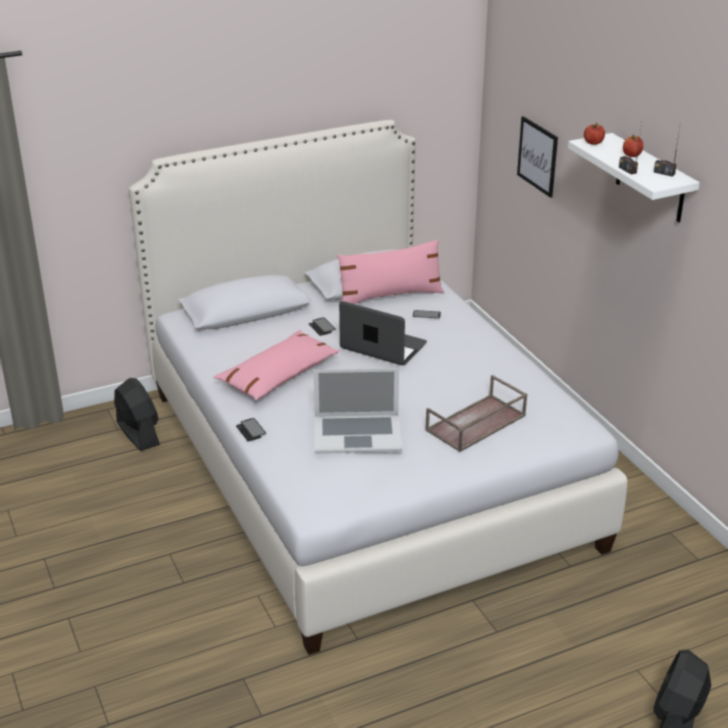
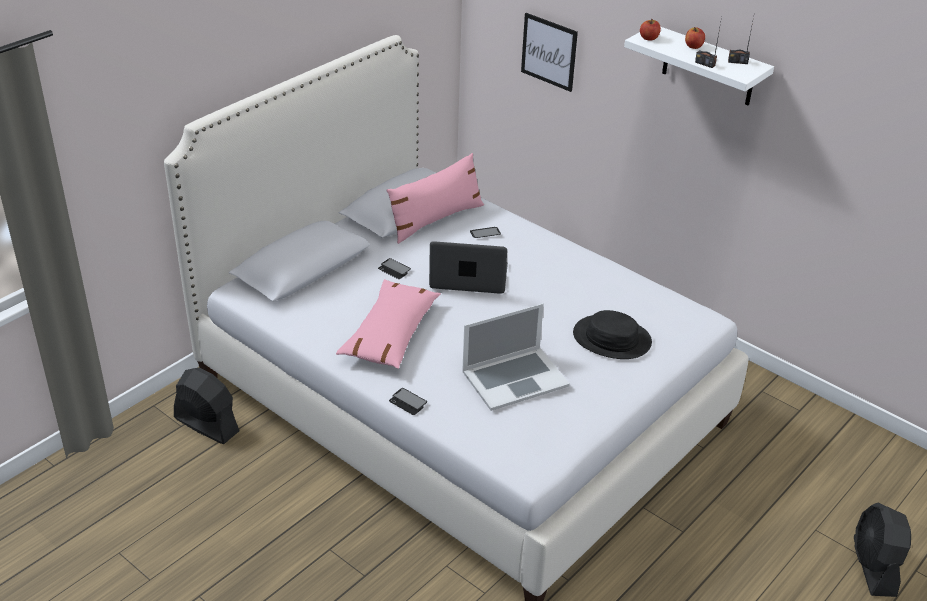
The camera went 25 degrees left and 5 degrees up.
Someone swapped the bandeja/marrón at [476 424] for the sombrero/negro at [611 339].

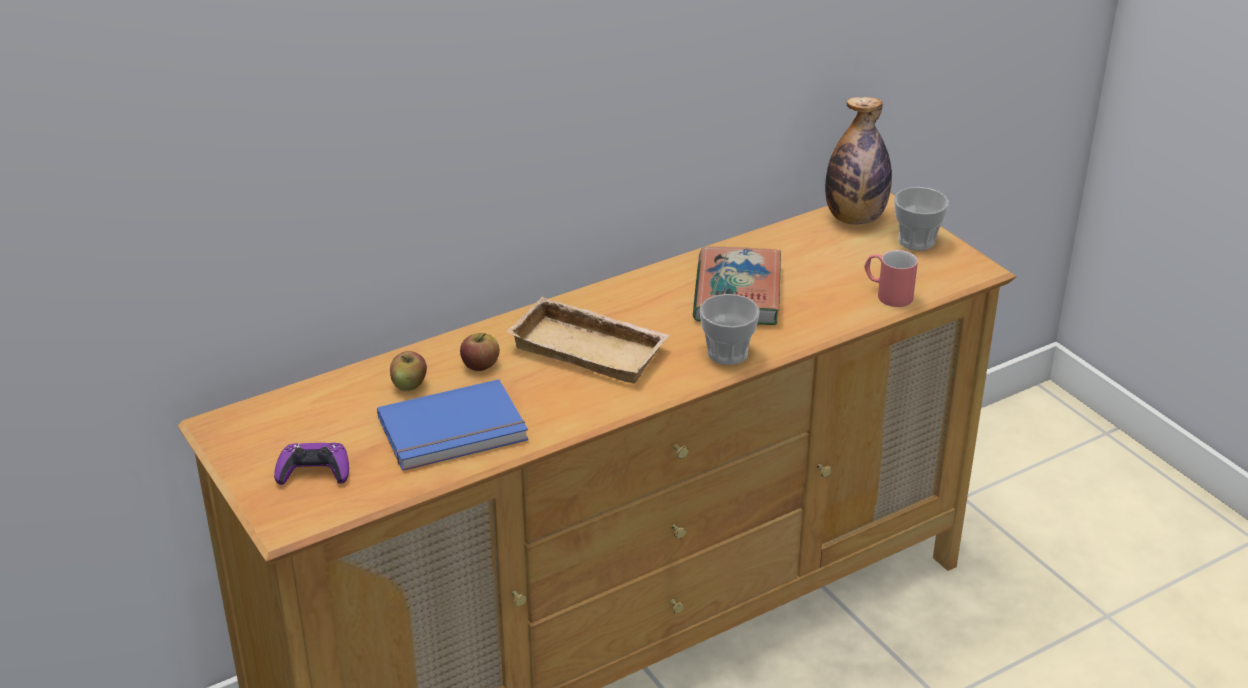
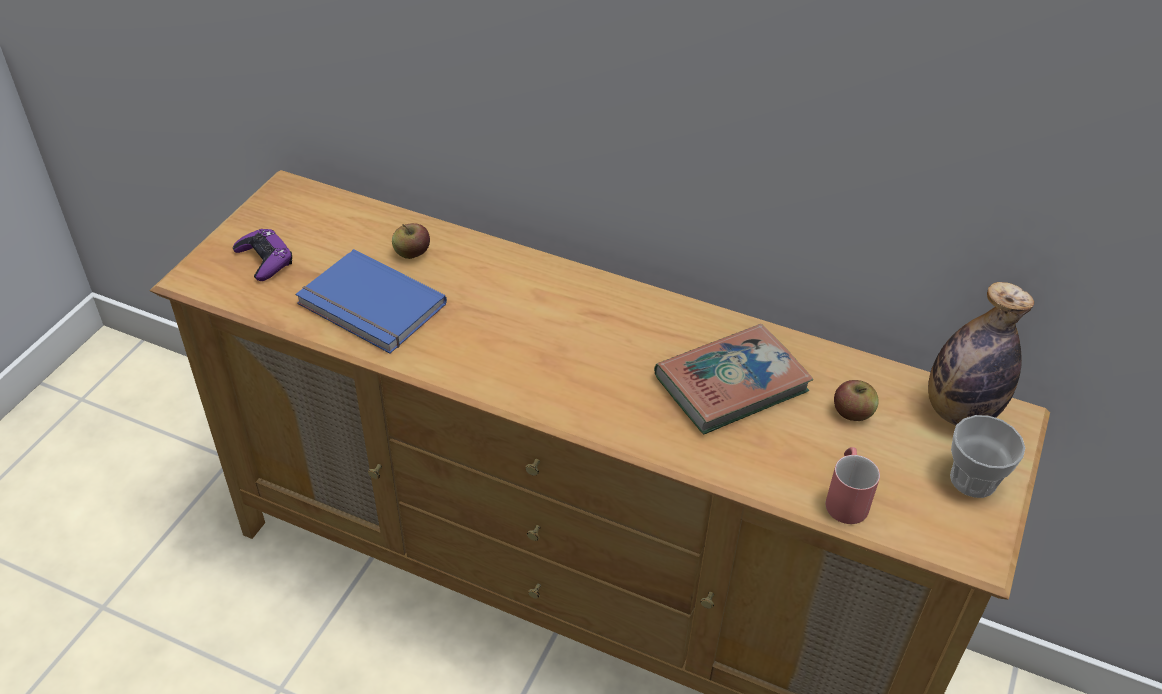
The camera went 55 degrees right and 10 degrees up.
Someone took away the bandeja/beis at [592 348].
Someone took away the taza at [727 353].
Someone carried the manzana from [480 365] to [852 412].

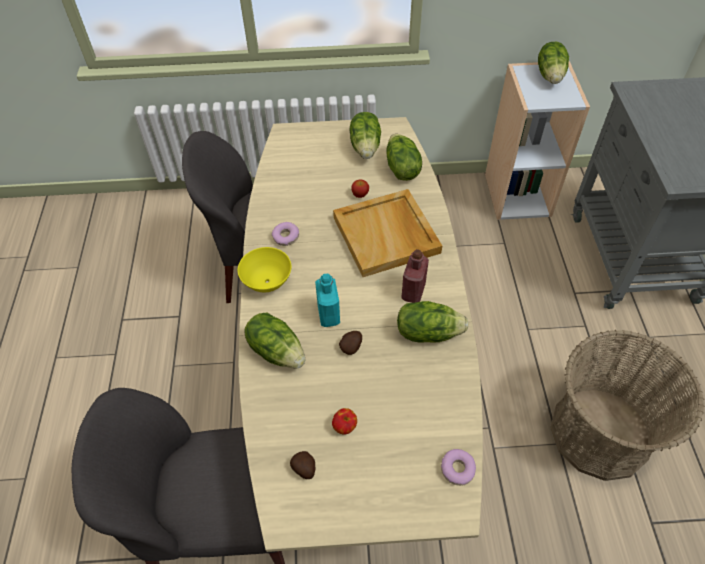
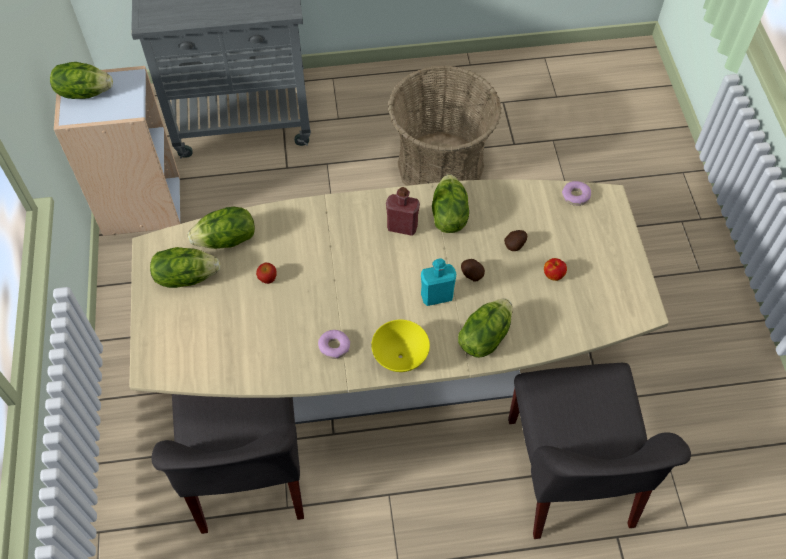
The camera went 95 degrees left and 5 degrees up.
Someone took away the bandeja/beis at [387 235].
Someone carried the patata from [304 469] to [515 245].

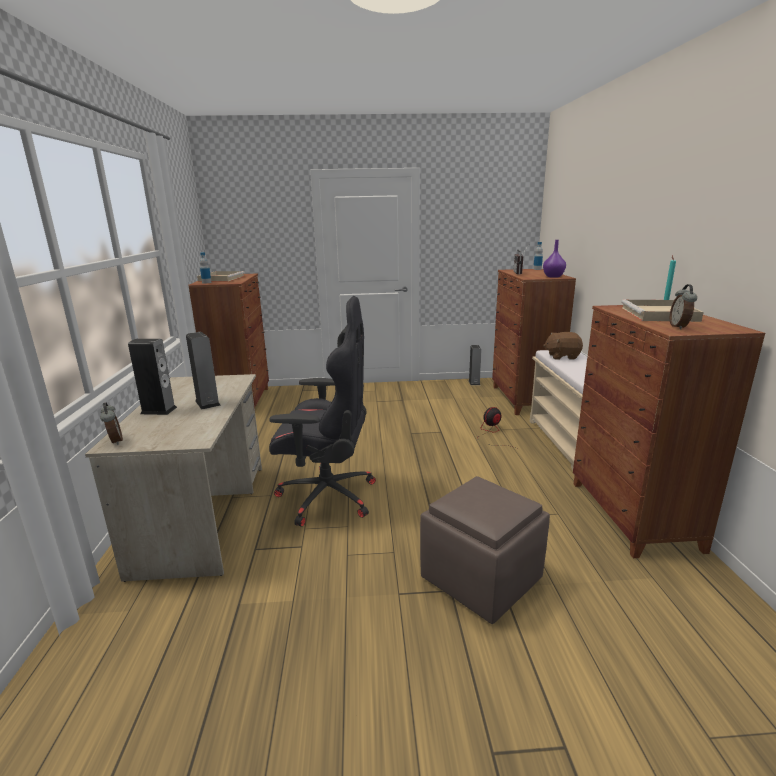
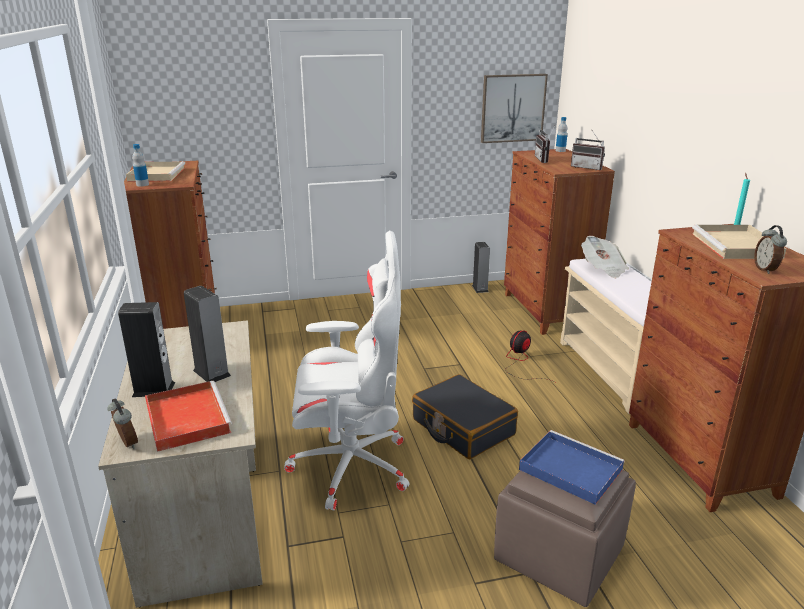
The camera went 10 degrees left and 5 degrees up.
Someone put down the bandeja/rojo at [186 417].
Someone put down the maleta/negro at [462 427].
Someone put up the cuadro at [512 108].
Someone put down the bandeja/azul at [568 469].
Someone swapped the florero/morado at [553 276] for the radio at [587 167].
Someone swapped the peluche/marrón at [562 356] for the periódico at [603 269].
Someone repainted the silla de oficina/negro at [326 497], which became the silla de oficina/blanco at [349 467].

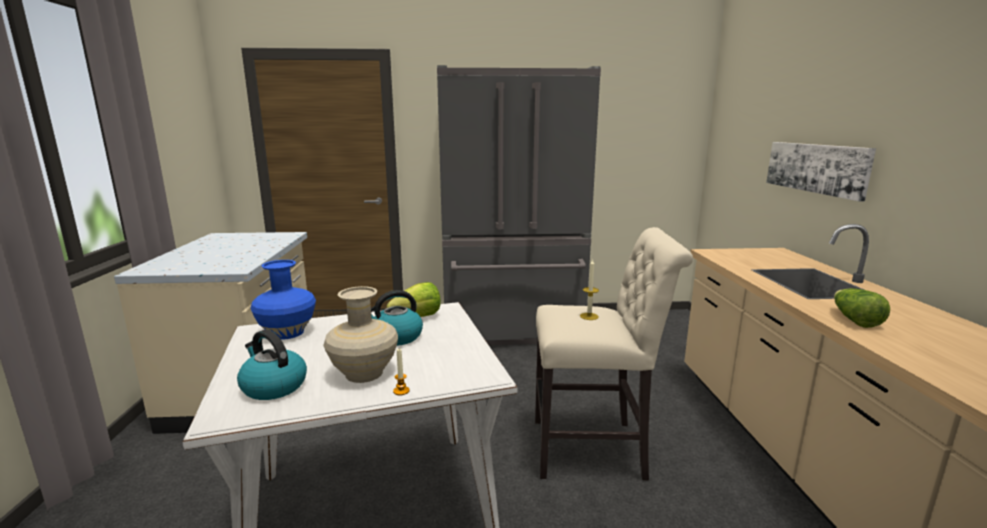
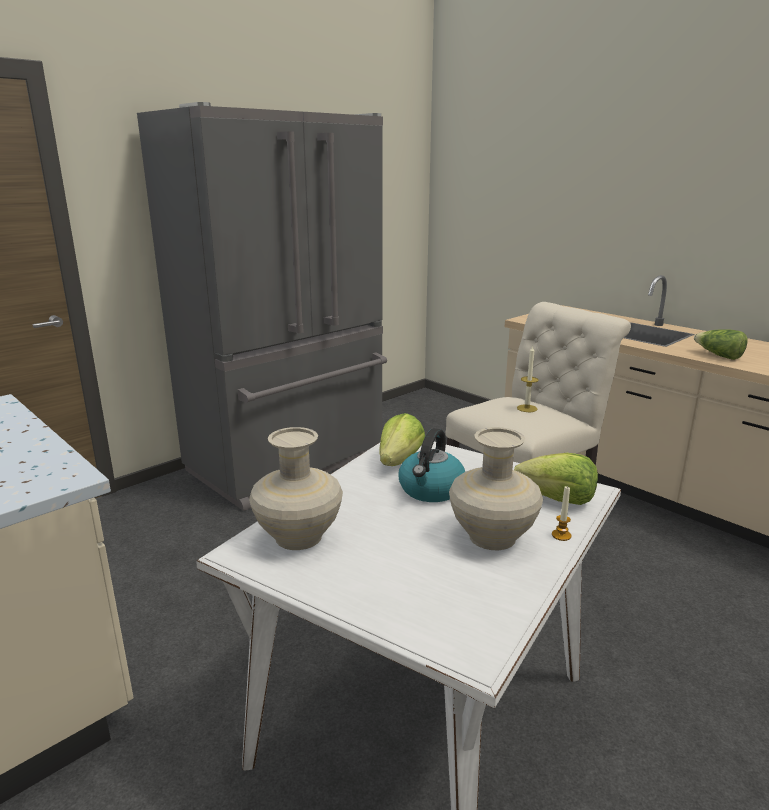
The camera went 40 degrees left and 5 degrees up.
Someone took away the hervidor at [273 386].
Someone took away the cuadro at [816 168].
Someone put down the lechuga at [557 499].
Someone repainted the florero/azul at [288 332], which became the florero/beis at [298 536].

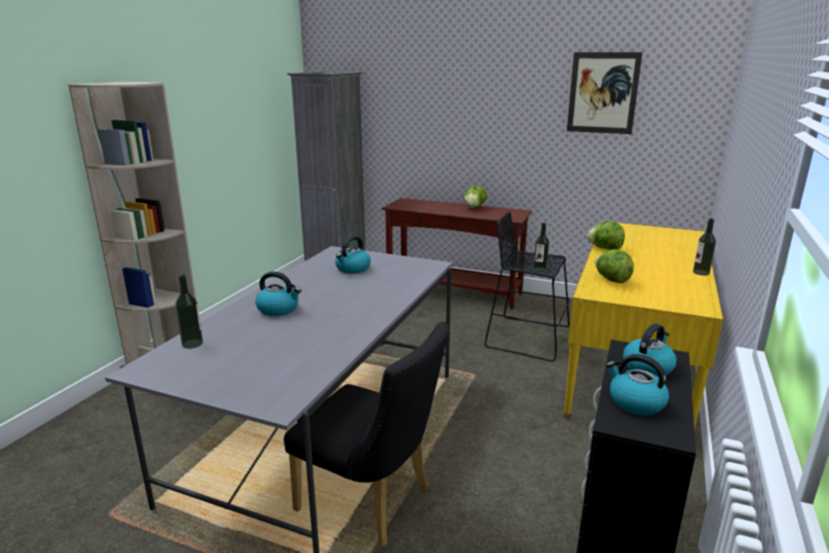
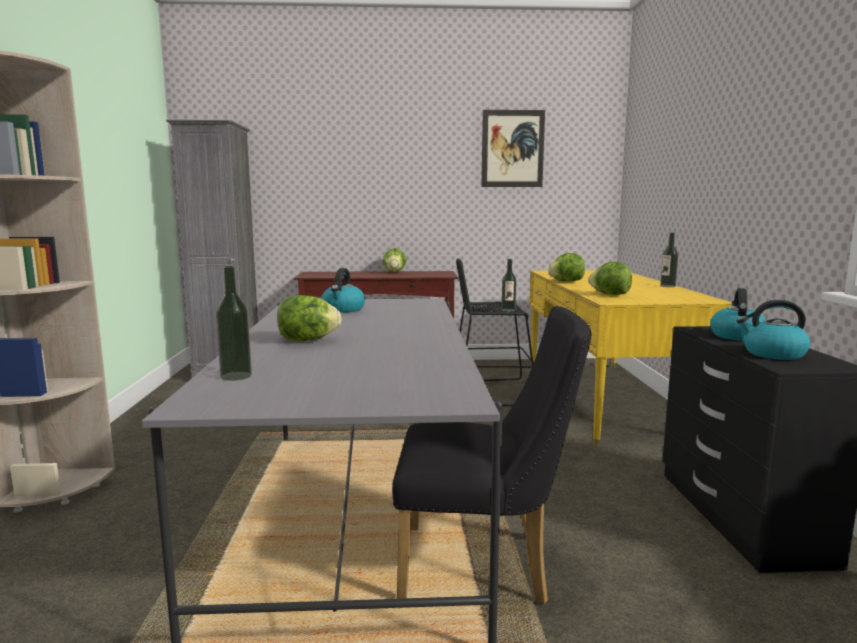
The camera went 25 degrees left and 10 degrees down.
Someone swapped the hervidor at [279 309] for the lechuga at [307 340].

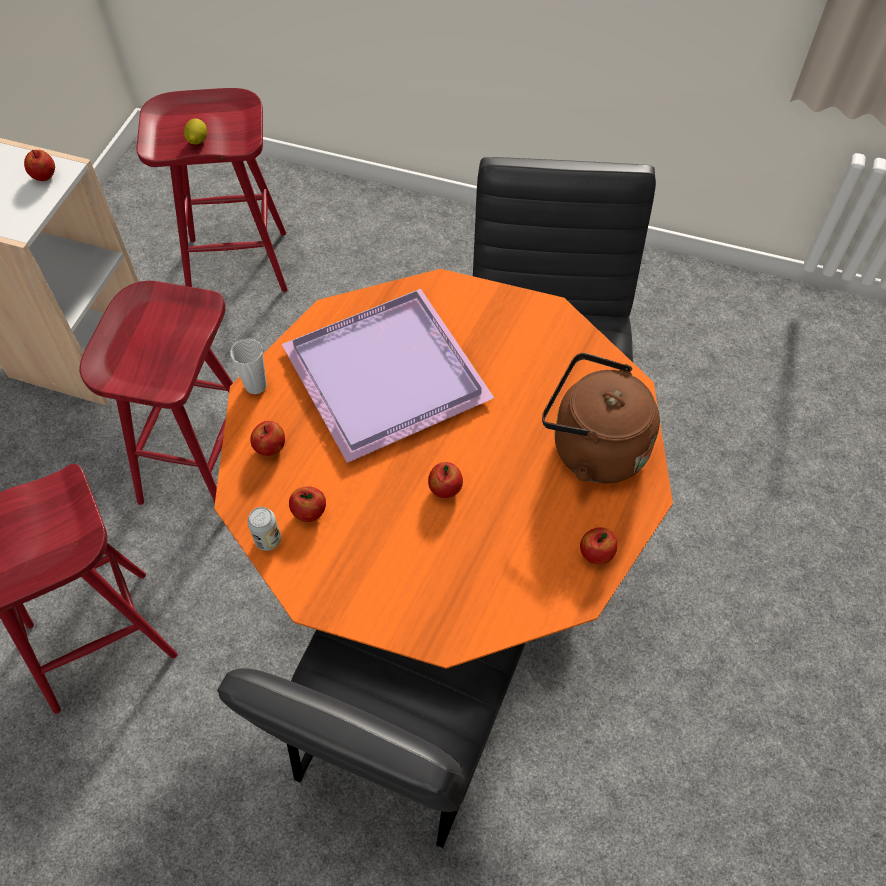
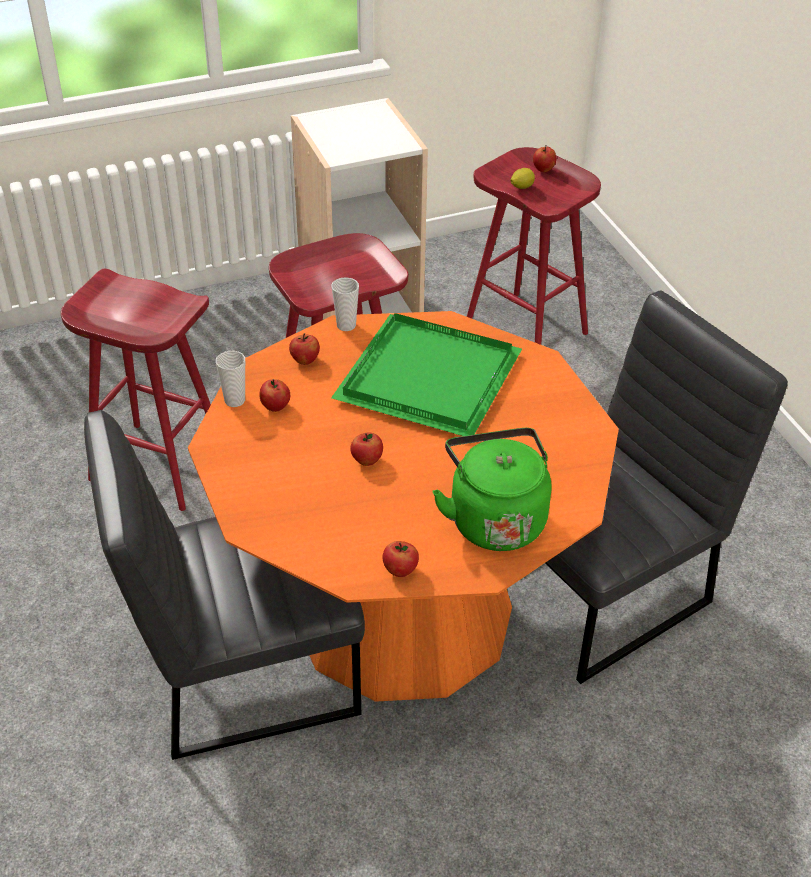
The camera went 50 degrees right and 15 degrees down.
Someone carried the manzana from [44 176] to [543 169].
Someone swapped the lata at [268 540] for the taza at [234 400].
Someone repainted the bandeja/morado at [390 376], which became the bandeja/verde at [430 380].
Someone repainted the hervidor/marrón at [592 447], which became the hervidor/verde at [494 518].

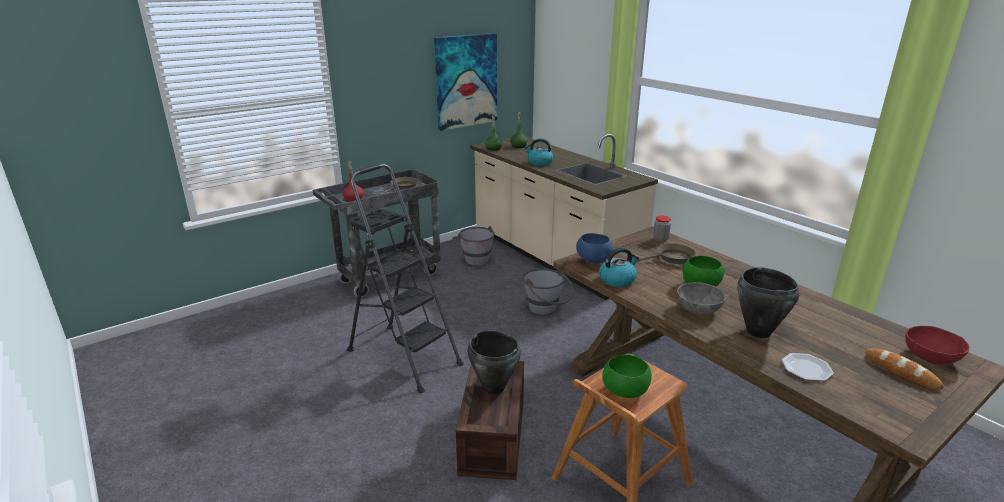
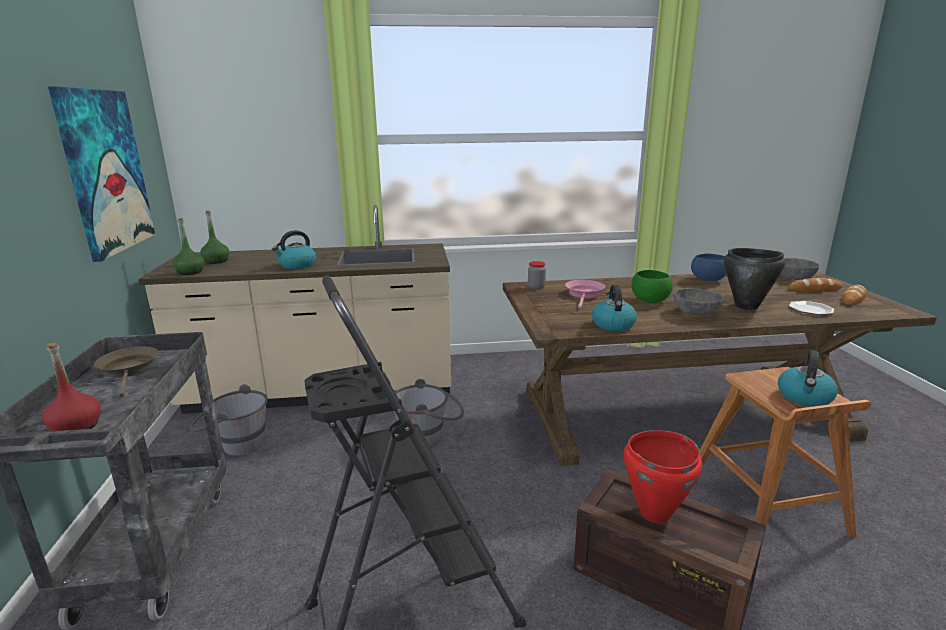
The camera went 60 degrees left and 5 degrees down.
Someone put down the pan at [853 298].
Someone carried the cuenco/azul from [593 260] to [707 280].
Someone swapped the cuenco/verde at [624 392] for the hervidor at [804 397].
Someone repainted the olla/negro at [494 388], which became the olla/rojo at [654 513].
Someone repainted the sartén/marrón at [672 258], which became the sartén/rosa at [584 294].
Someone repainted the cuenco/rojo at [931 357], which became the cuenco/gris at [794 278].

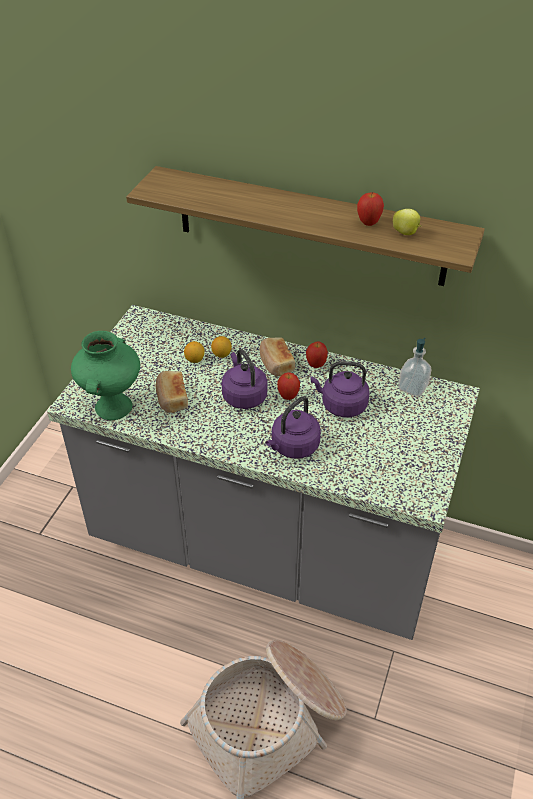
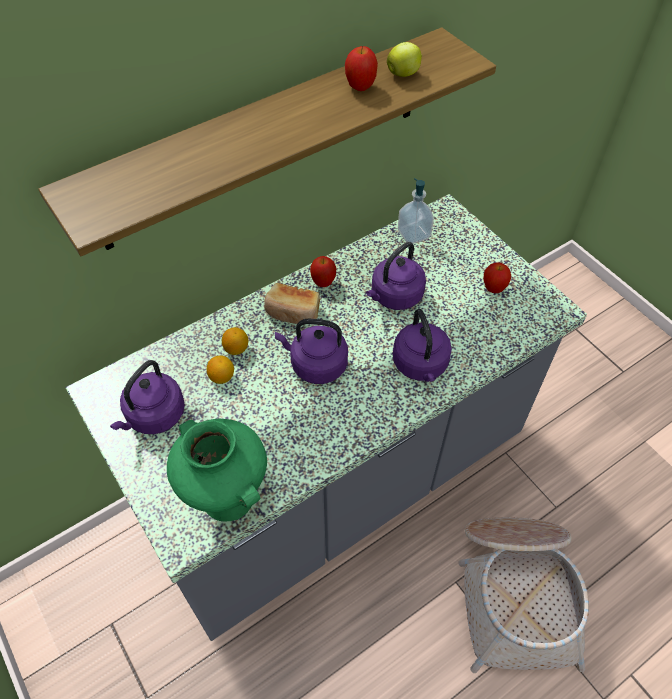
The camera went 55 degrees left and 10 degrees up.
Someone took away the pan at [171 399].
Someone put down the hervidor/morado at [154 416].
Someone carried the manzana from [288 396] to [493 289].

